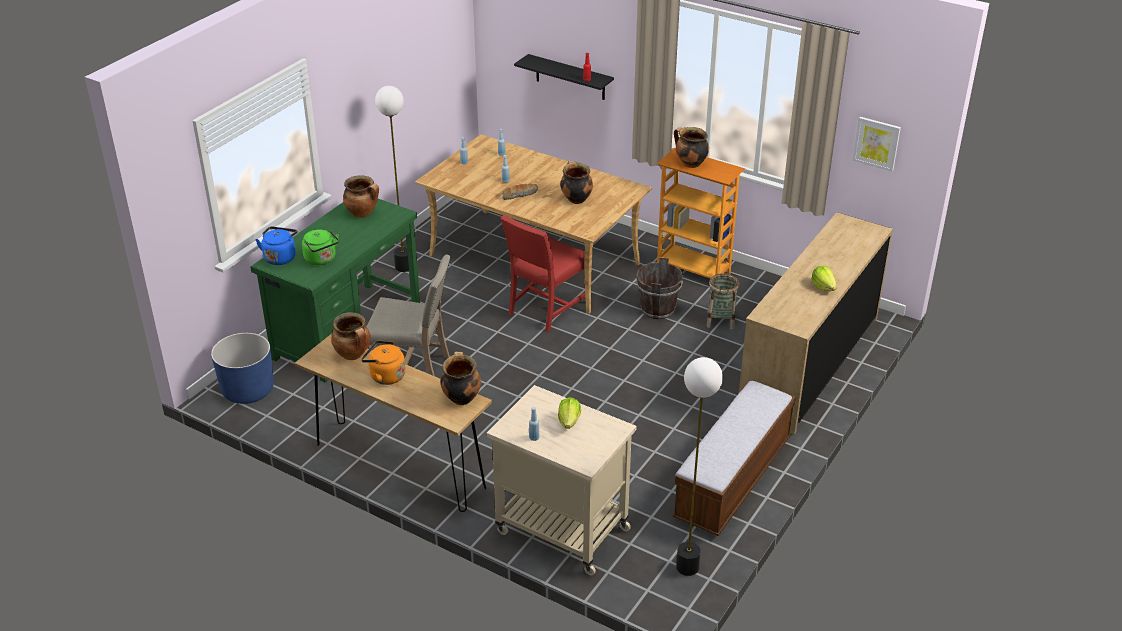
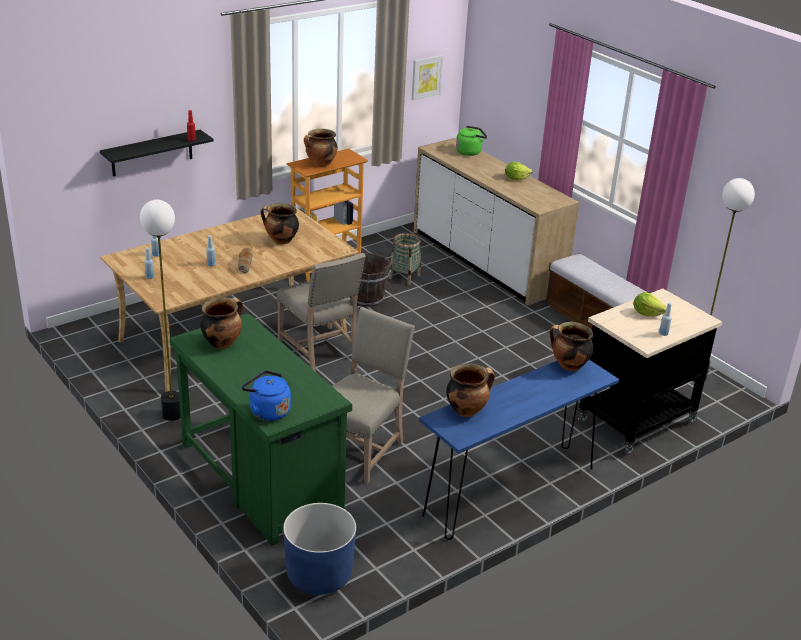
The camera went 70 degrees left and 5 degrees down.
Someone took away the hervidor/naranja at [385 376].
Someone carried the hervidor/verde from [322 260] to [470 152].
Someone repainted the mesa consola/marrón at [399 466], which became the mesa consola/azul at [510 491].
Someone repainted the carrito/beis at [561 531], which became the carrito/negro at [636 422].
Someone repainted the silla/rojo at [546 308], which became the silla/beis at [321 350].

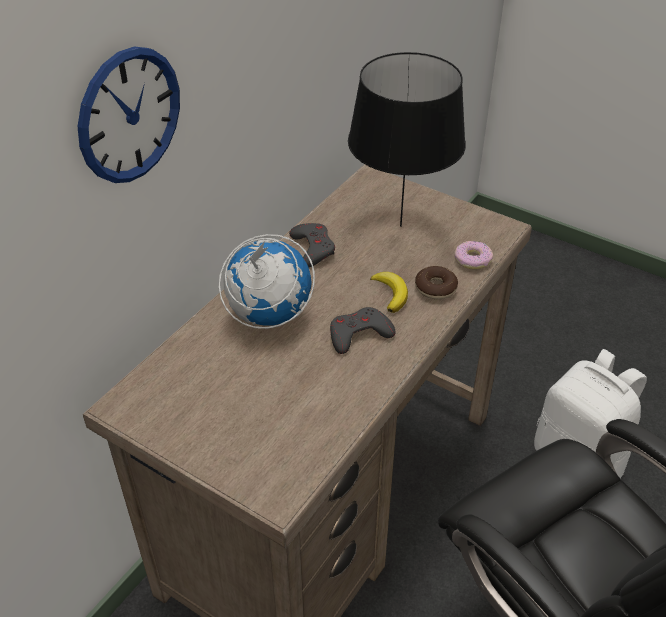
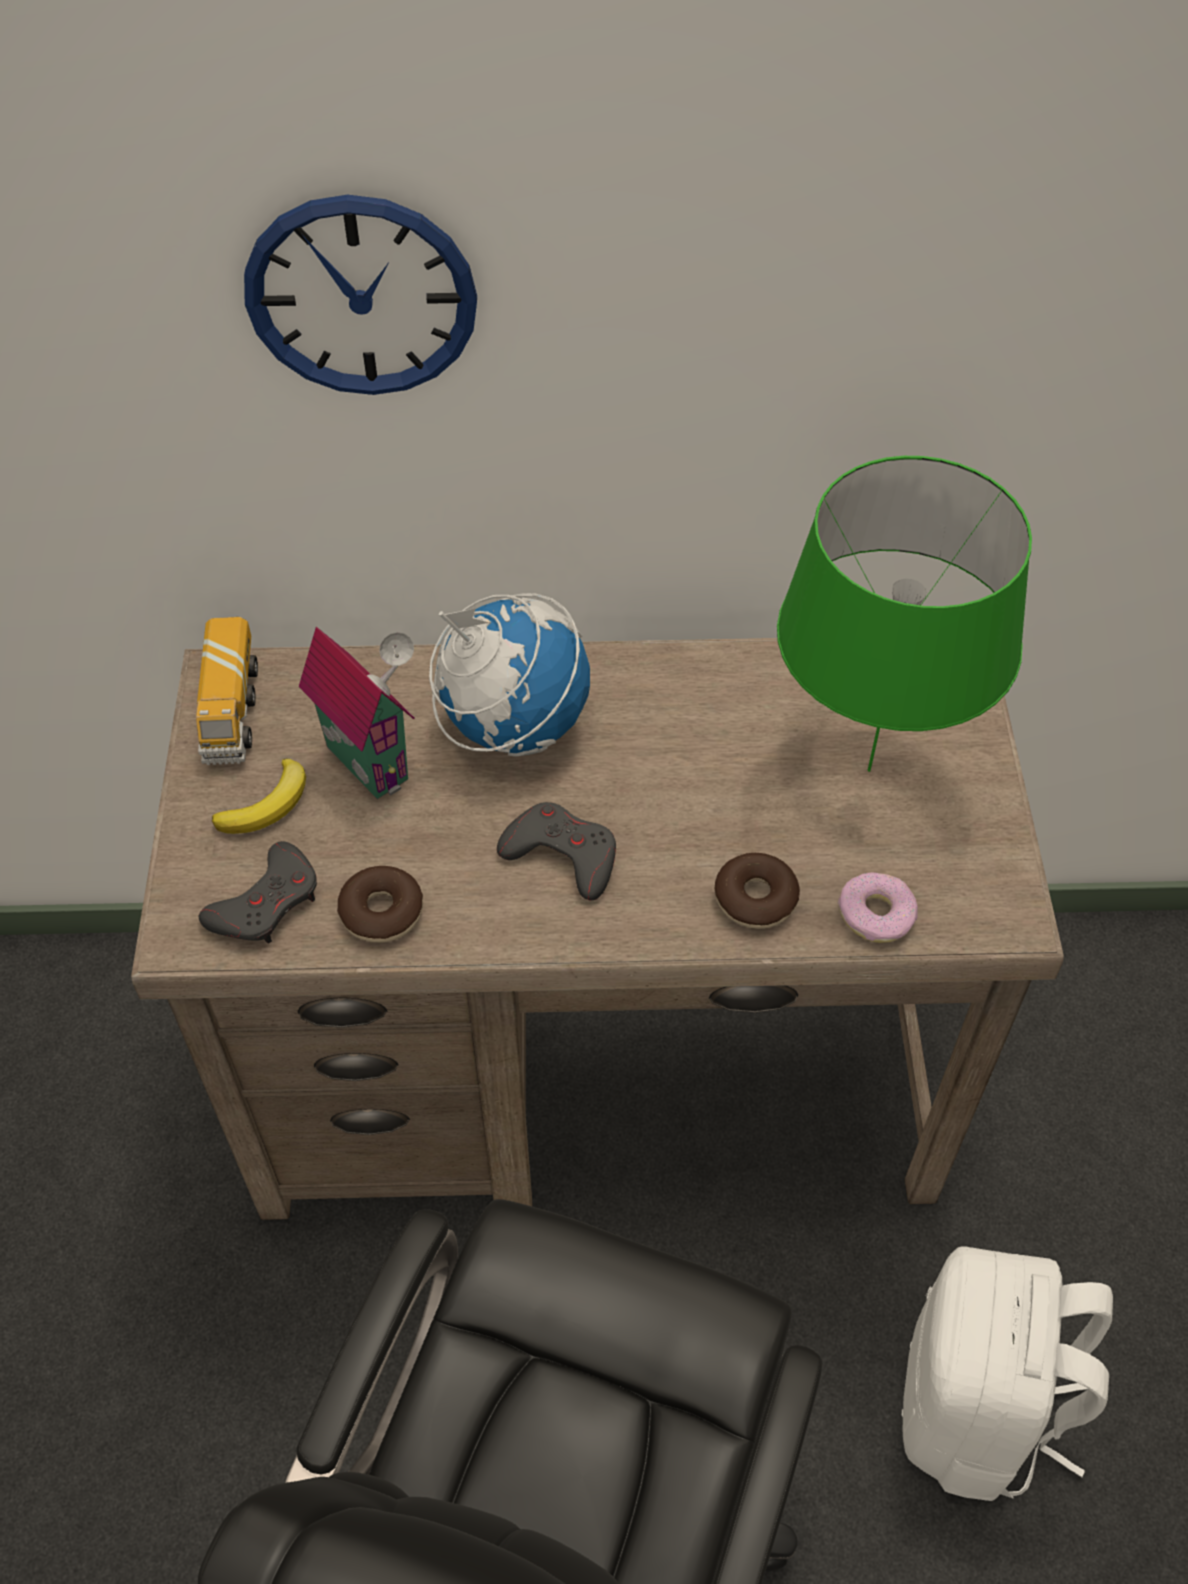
The camera went 55 degrees right and 10 degrees up.
Someone put down the camión de juguete at [231 712].
Someone put down the casita at [373 760].
Someone put down the rosquilla at [382 912].
Someone carried the mando de consola/gris from [313 248] to [266 903].
Someone carried the plátano from [391 293] to [267 804].
Someone repainted the lámpara de mesa/negro at [400 226], which became the lámpara de mesa/verde at [868 769].

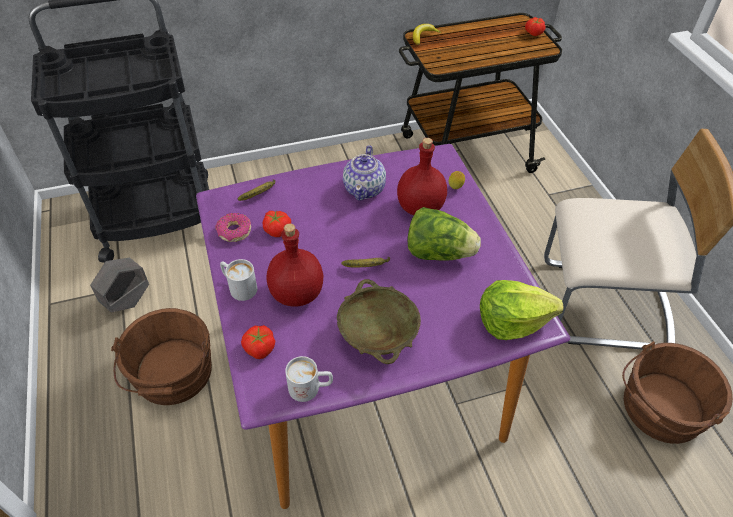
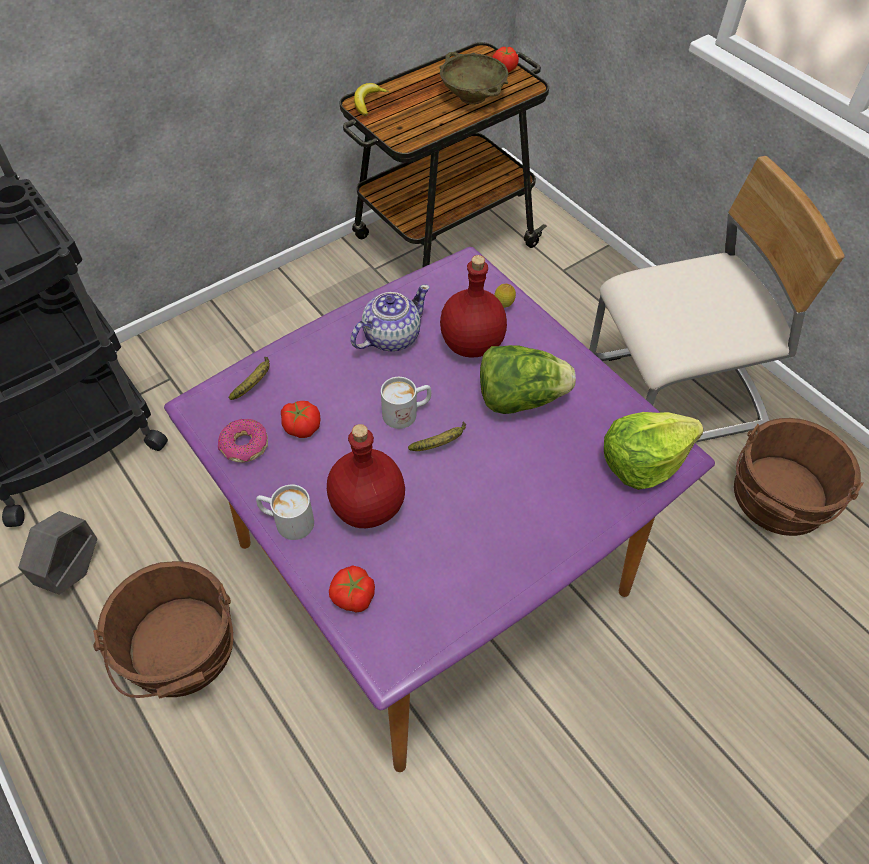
The camera went 20 degrees left and 5 degrees up.
Someone carried the taza grande/blanco from [310 388] to [407 413].
Someone carried the cuenco/beis from [377 337] to [472 97].
Someone rotated the tetera at [364 188] by 120 degrees counterclockwise.

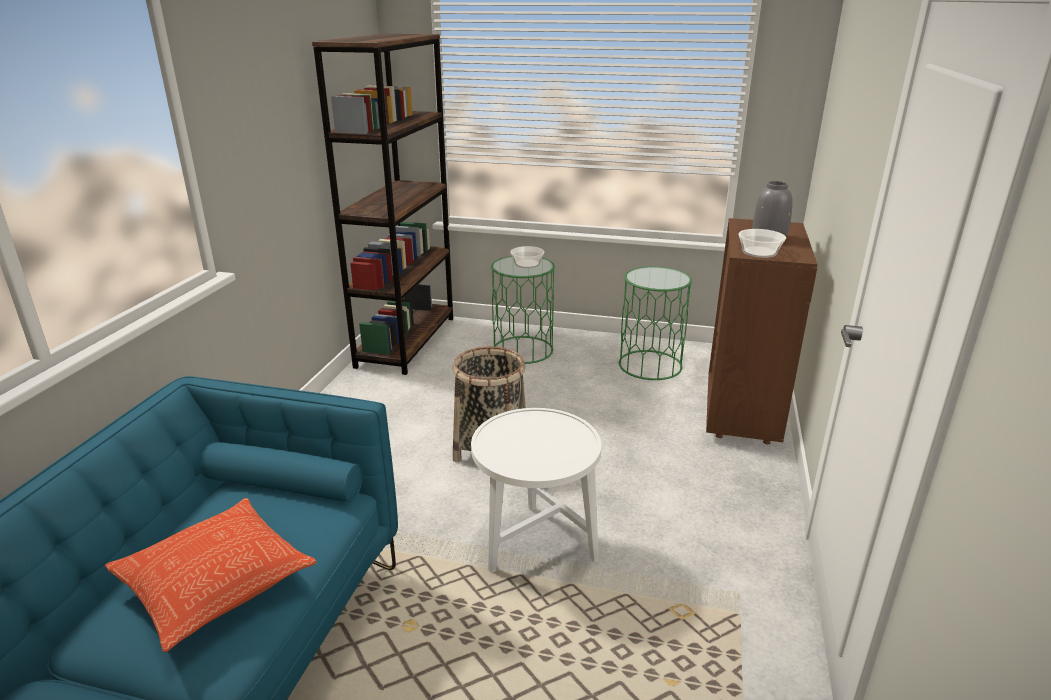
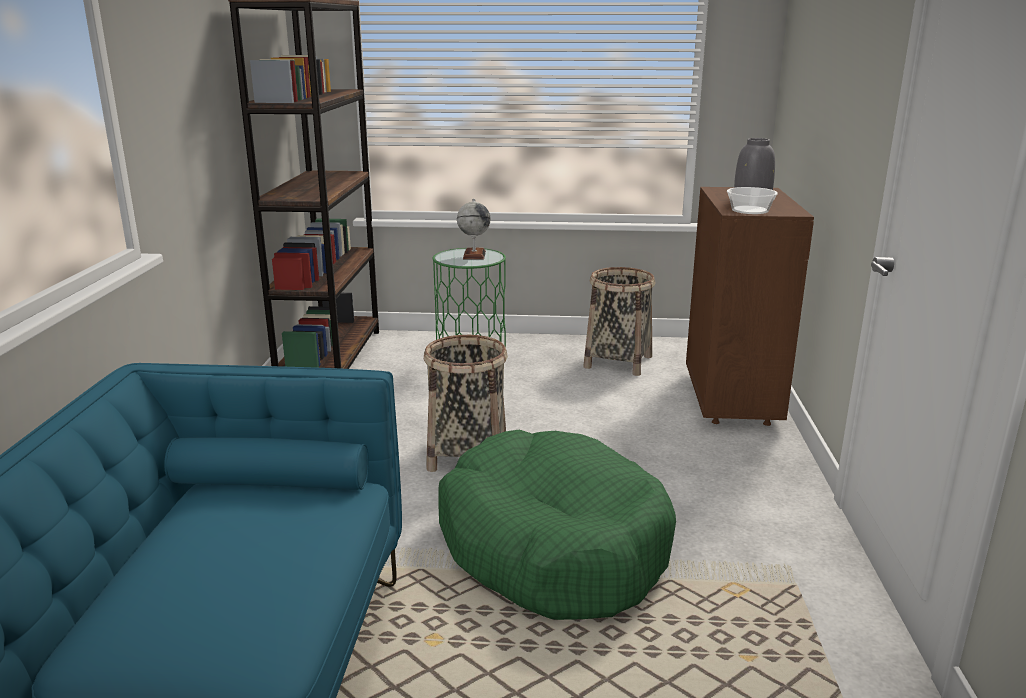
The camera went 10 degrees left and 5 degrees down.
Someone took away the cojín/naranja at [217 585].
Someone swapped the mesa auxiliar/blanco at [535 547] for the cama para perro/verde at [552 546].
Someone swapped the cuenco at [527 264] for the globo terráqueo at [474 255].
Someone swapped the mesa auxiliar/verde at [650 365] for the cesta at [618 362].

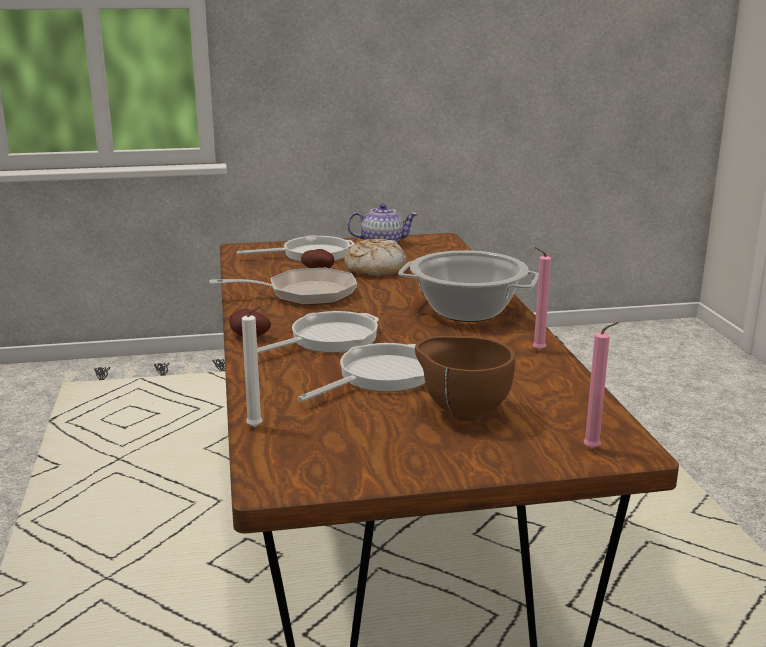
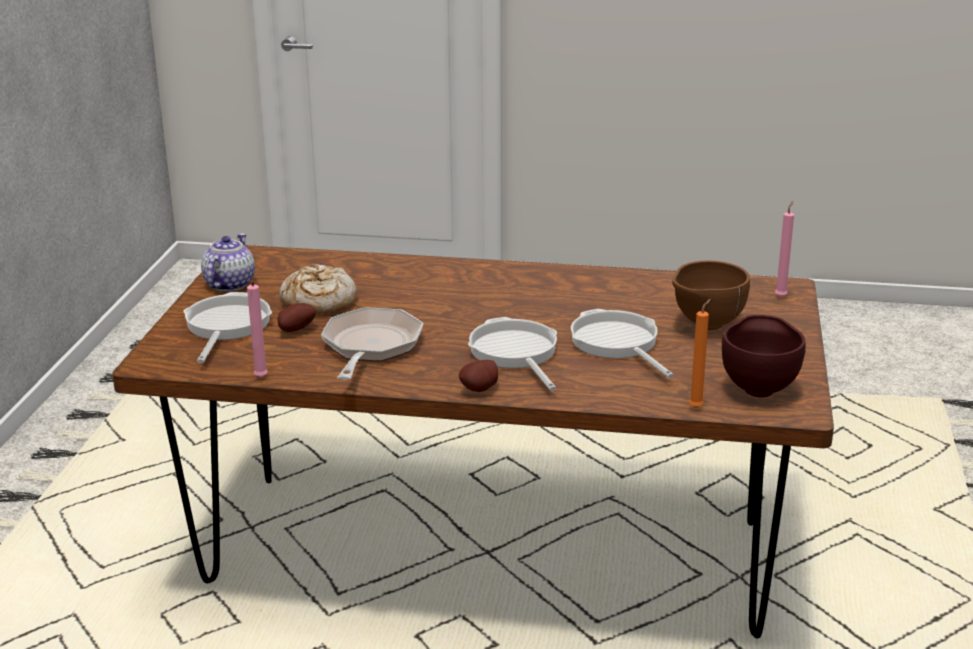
The camera went 70 degrees left and 5 degrees up.
Someone took away the olla at [467 311].
Someone put down the cuenco/marrón at [759 388].
Someone carried the vela/rosa from [536 350] to [260 378].
Someone repainted the vela/blanco at [257 427], which became the vela/naranja at [697 407].

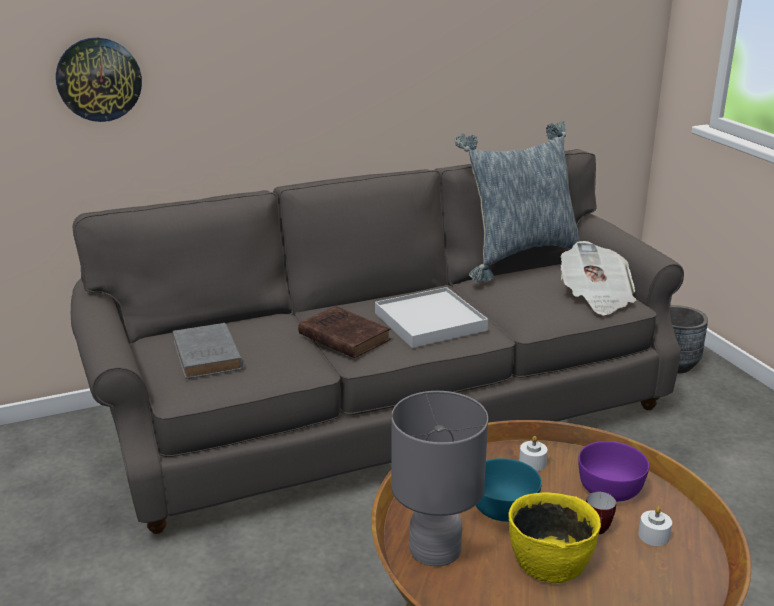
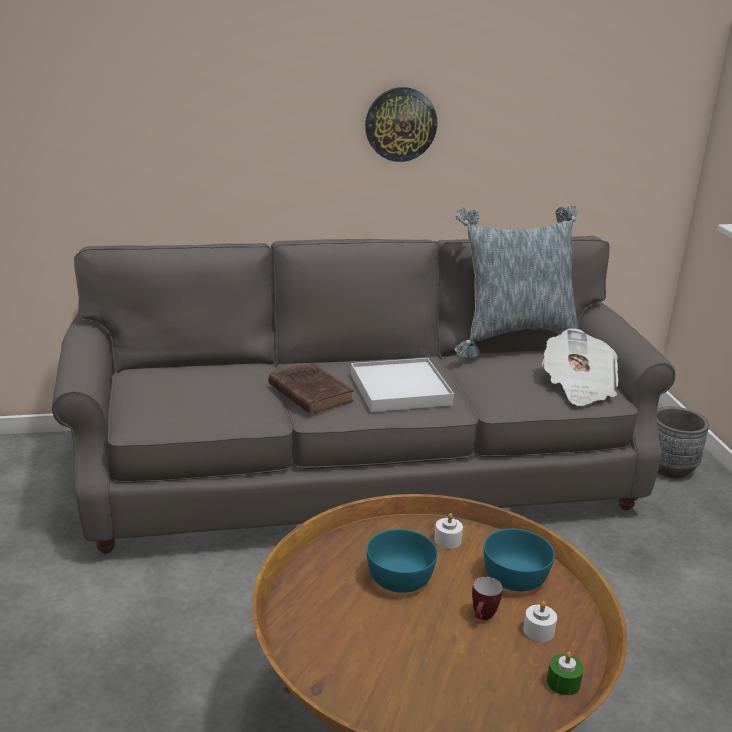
The camera went 10 degrees right and 0 degrees up.
Someone took away the libro/gris at [208 357].
Someone took away the lámpara de mesa/gris at [436 549].
Someone took away the cuenco/amarillo at [549 560].
Someone put down the vela/verde at [563 682].
Someone carried the reloj de pared from [99 79] to [400 124].
Someone repainted the cuenco/morado at [610 488], which became the cuenco/turquesa at [516 576].

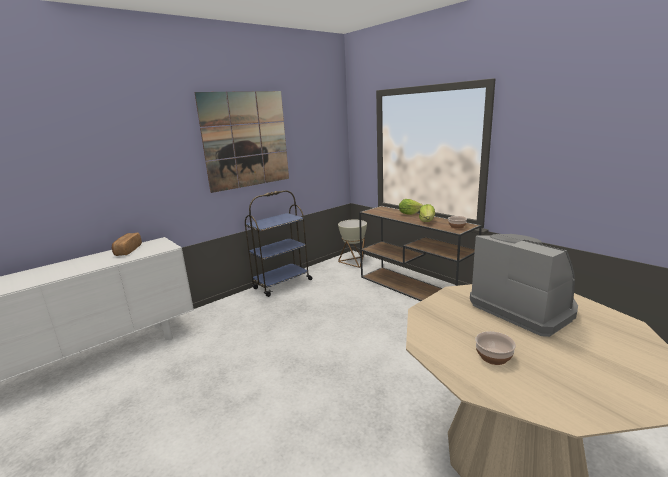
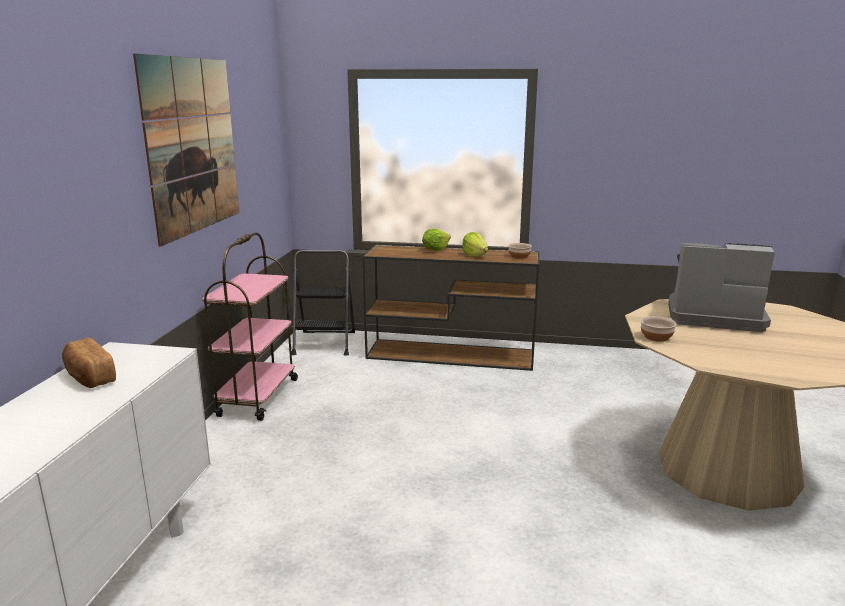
The camera went 40 degrees left and 0 degrees up.
Someone carried the cuenco from [494 357] to [656 337].
Someone swapped the maceta at [354 262] for the escalera de tijera/negro at [325 341].
Someone repainted the carrito/azul at [281 284], which became the carrito/rosa at [257 398].

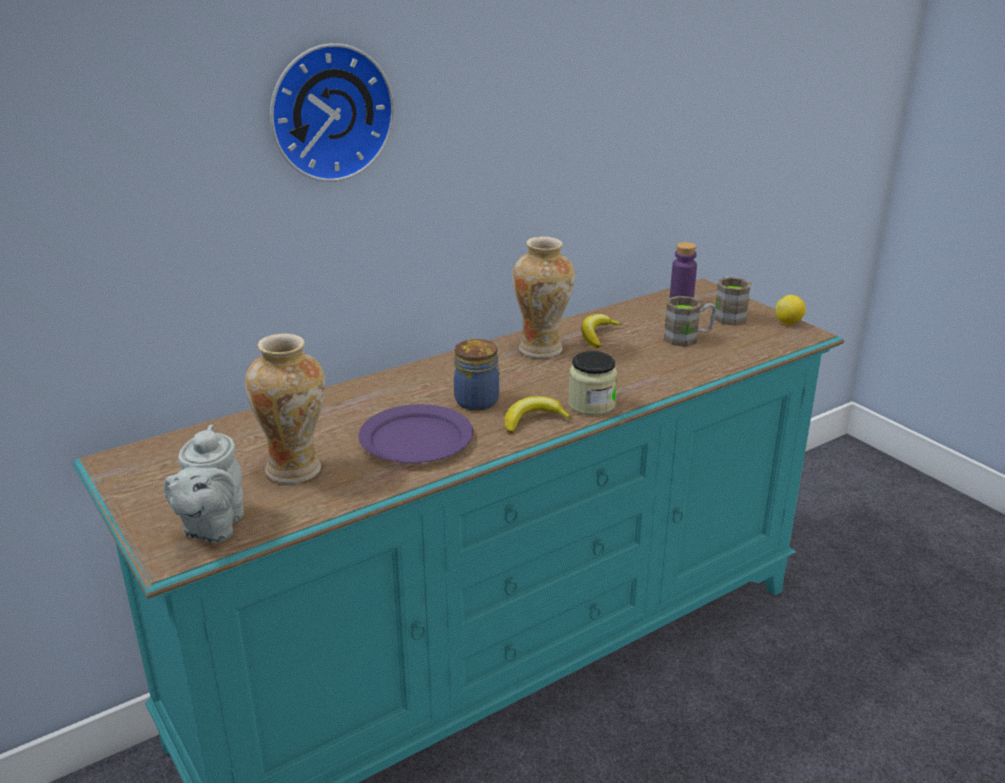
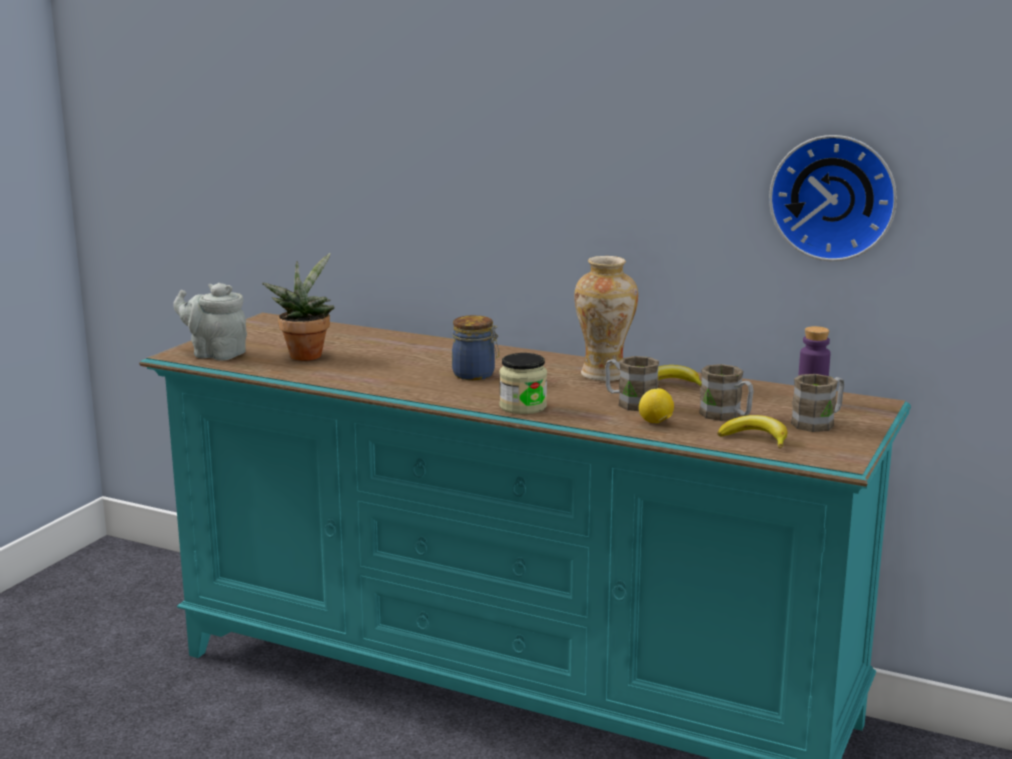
The camera went 60 degrees right and 10 degrees down.
Someone took away the plato/morado at [415 439].
Someone put down the taza grande/marrón at [630 403].
Someone carried the reloj de pared from [329 112] to [834 197].
Someone carried the plátano from [533 421] to [755 439].
Someone carried the limón from [788 322] to [656 422].
Someone swapped the florero at [295 470] for the planta en maceta at [305 354].
Someone rotated the tetera/gris at [211 527] by 45 degrees clockwise.

